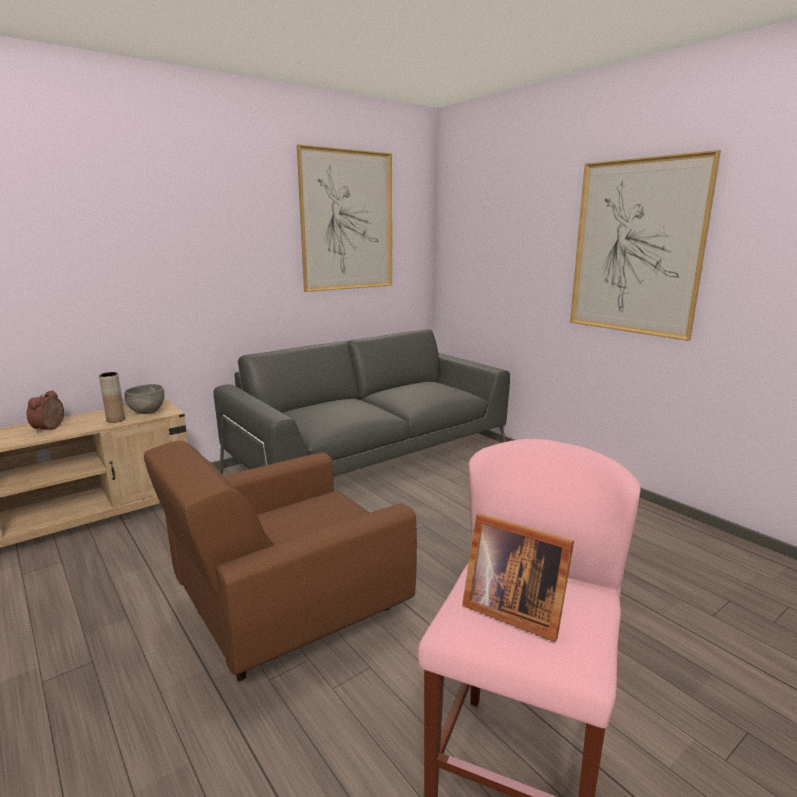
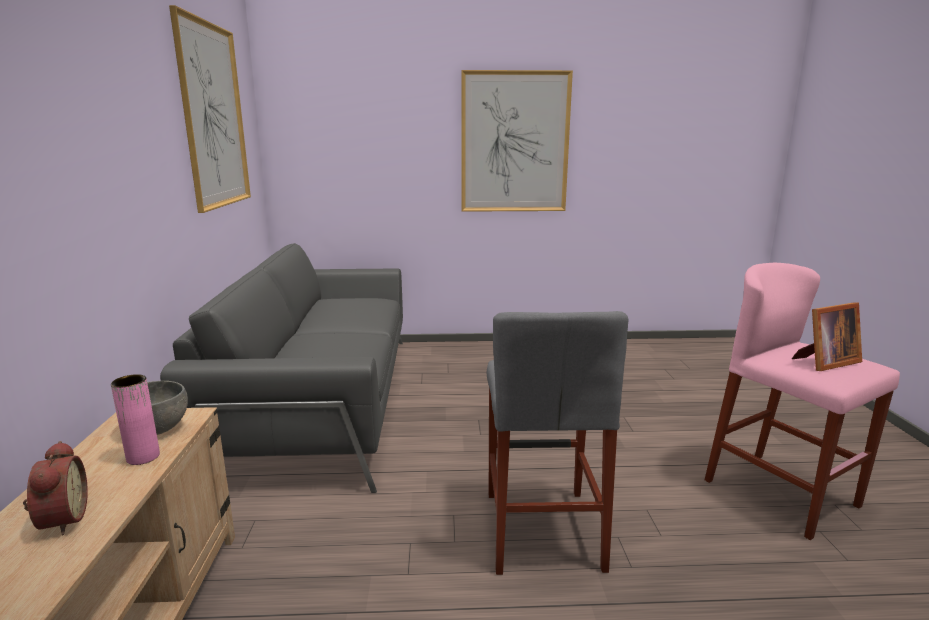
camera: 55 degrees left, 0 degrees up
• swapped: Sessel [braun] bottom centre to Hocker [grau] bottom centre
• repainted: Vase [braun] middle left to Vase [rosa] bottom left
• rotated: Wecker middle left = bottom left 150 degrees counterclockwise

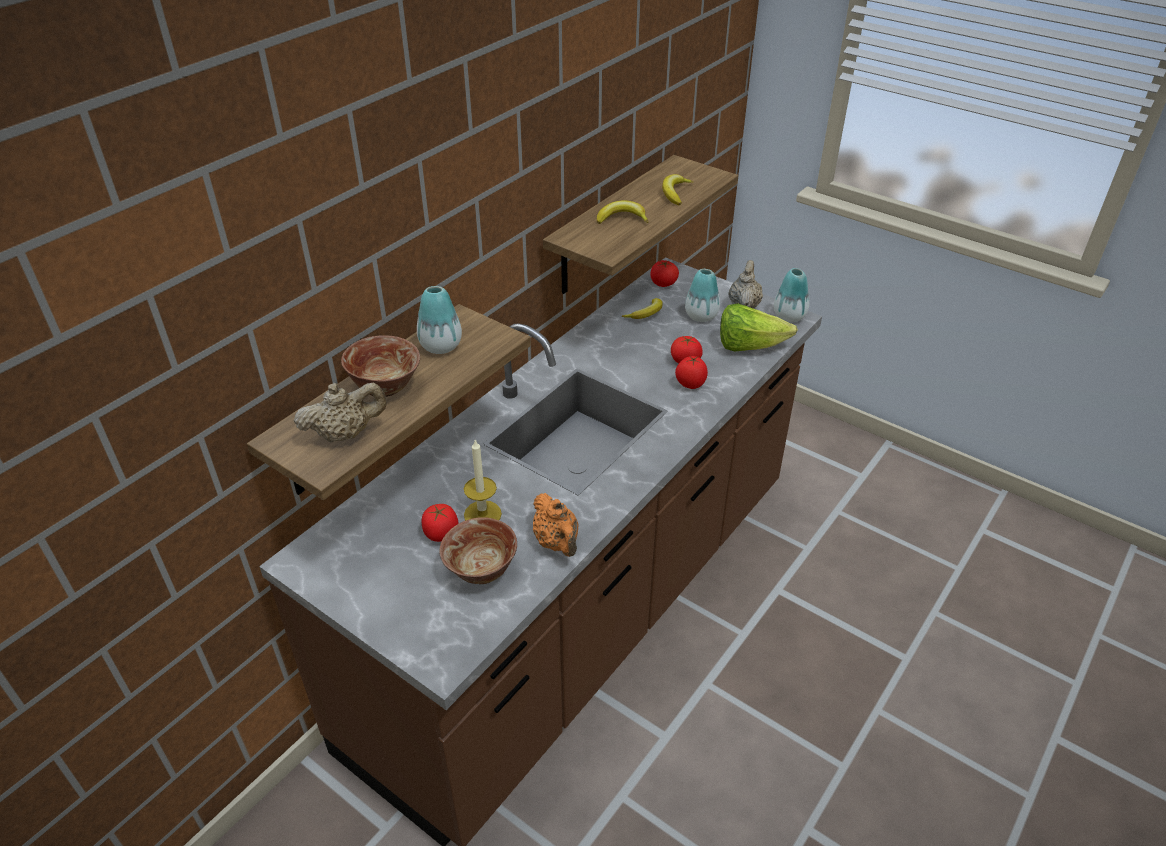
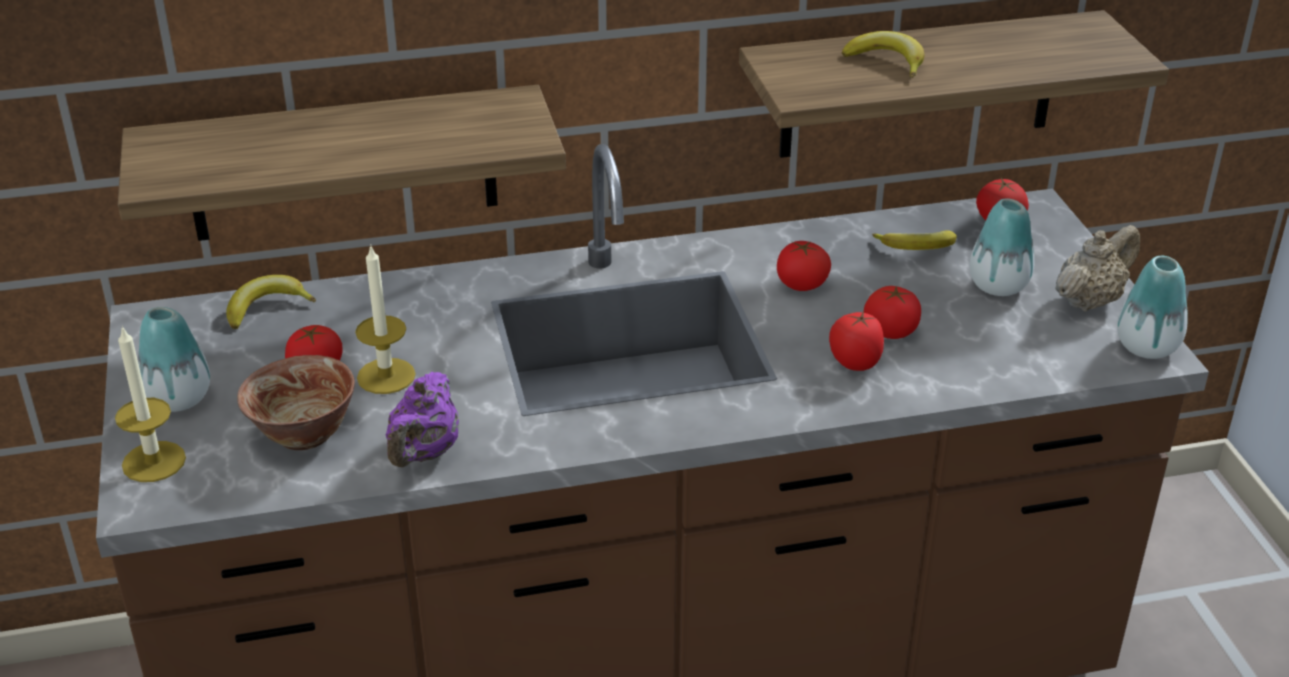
camera: 40 degrees right, 5 degrees down
• gone: Teekanne [beige] (no. 1 from left) middle left
• gone: Schüssel (no. 1 from left) middle left
• gone: Salatkopf centre
• new: Kerze (no. 1 from left) middle left
• new: Tomate (no. 2 from left) centre
• shifted: Vase (no. 1 from left) centre to middle left
• shifted: Banane (no. 3 from left in the first image) top centre to Banane (no. 1 from left) middle left
• repainted: Teekanne [orange] centre to Teekanne [lila] middle left

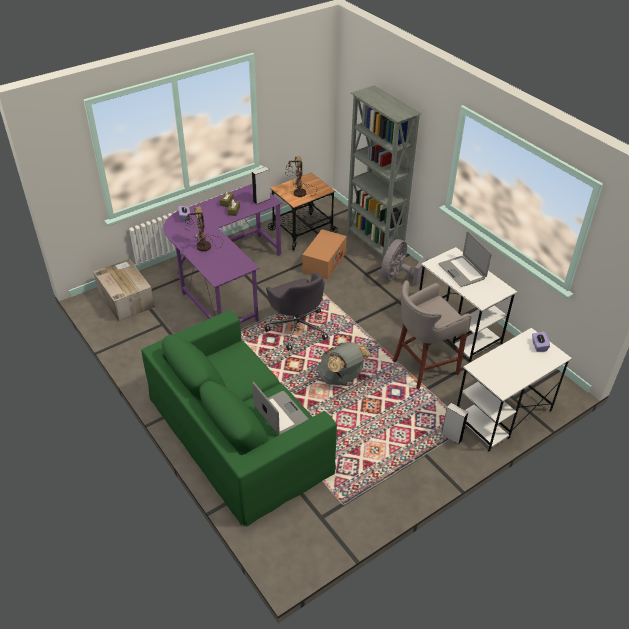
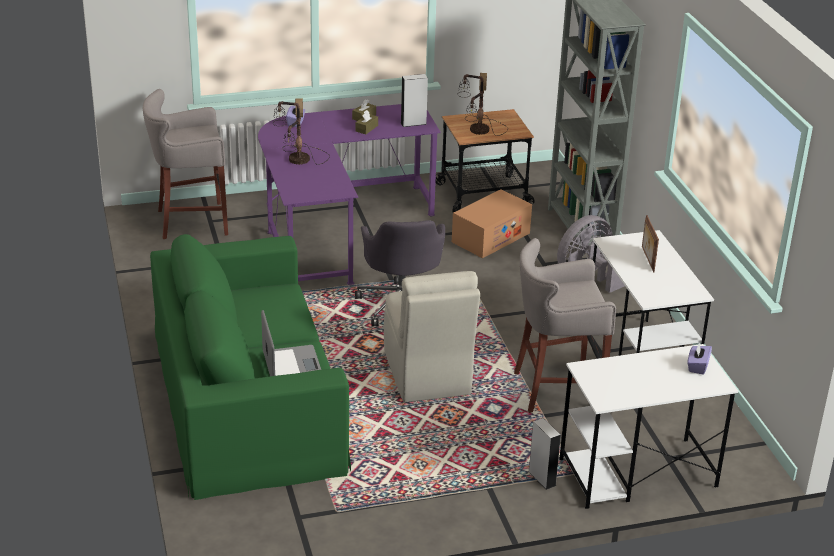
camera: 20 degrees right, 10 degrees down
• swapped: Karton (no. 1 from left) middle left to Hocker [grau] (no. 1 from left) top left
• swapped: Rucksack [grau] centre to Stuhl [beige] centre
• swapped: Laptop (no. 2 from left) middle right to Bilderrahmen middle right

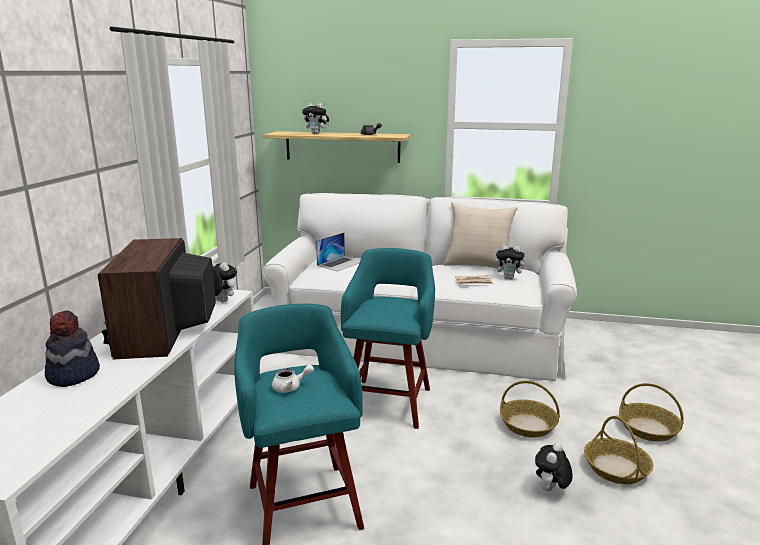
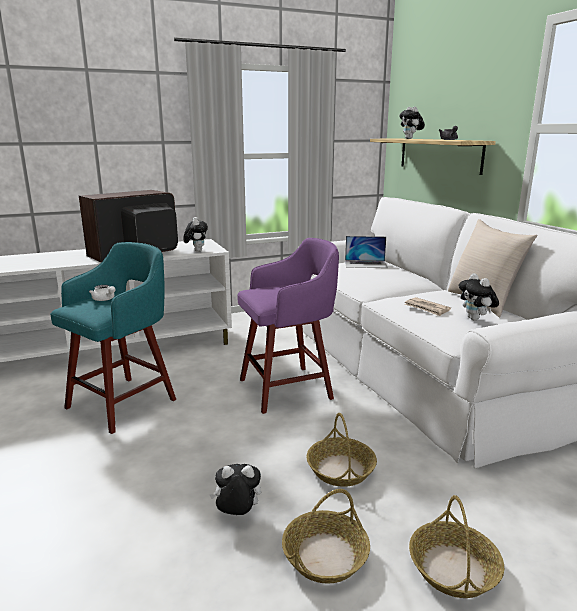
camera: 55 degrees right, 0 degrees up
• gone: Hut middle left
• repainted: Hocker [türkis] (no. 2 from left) centre to Hocker [lila] centre

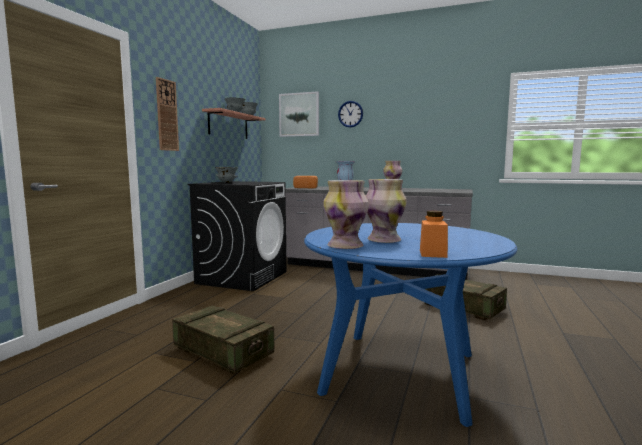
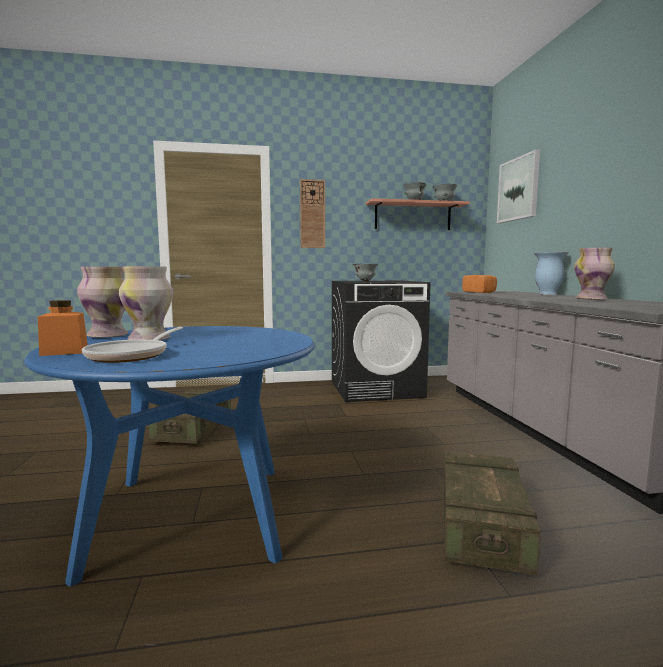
camera: 60 degrees right, 0 degrees up
• gone: Wanduhr (no. 2 from left) top centre
• new: Pfanne middle left

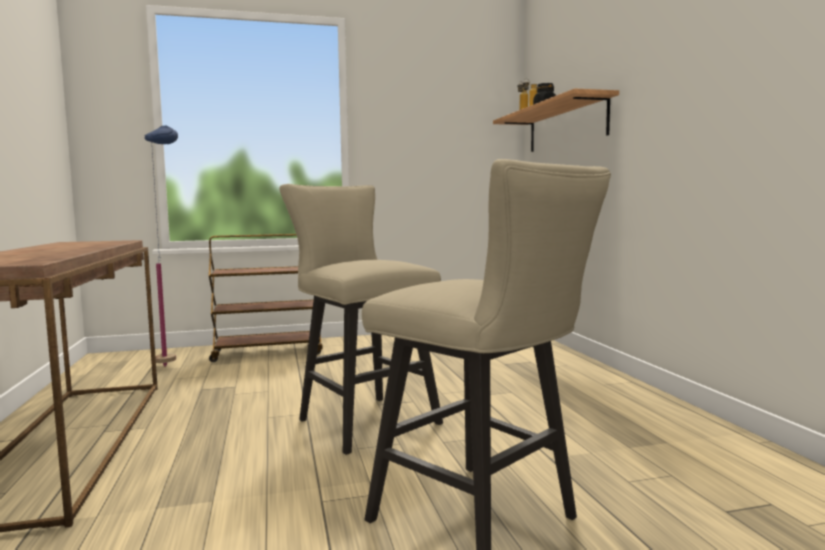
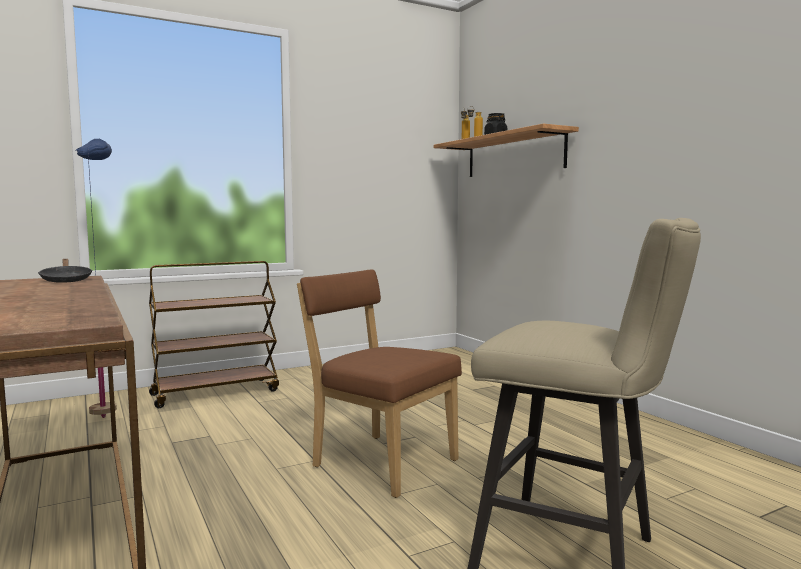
camera: 15 degrees left, 0 degrees up
• new: Pfanne [schwarz] middle left
• swapped: Hocker [beige] (no. 1 from left) centre to Stuhl [braun] bottom centre

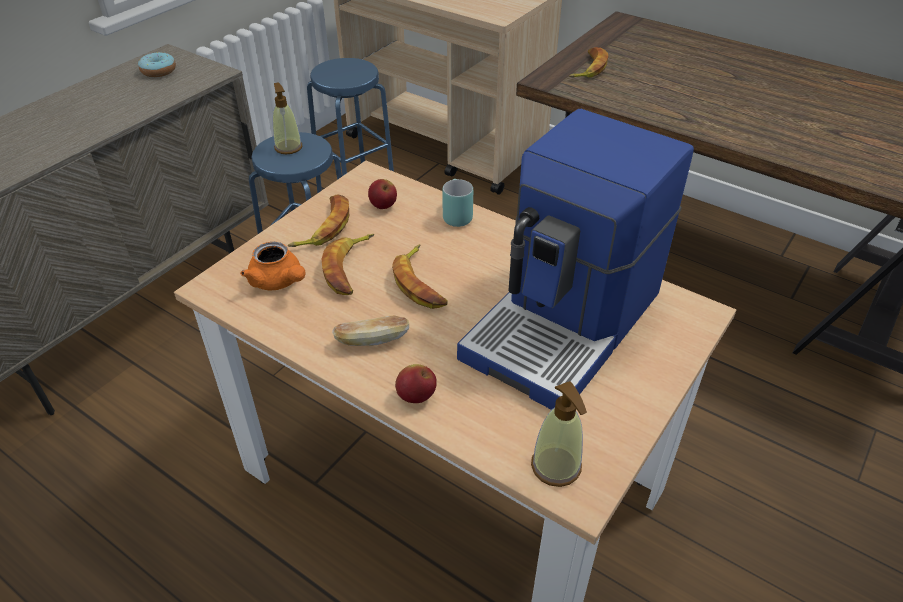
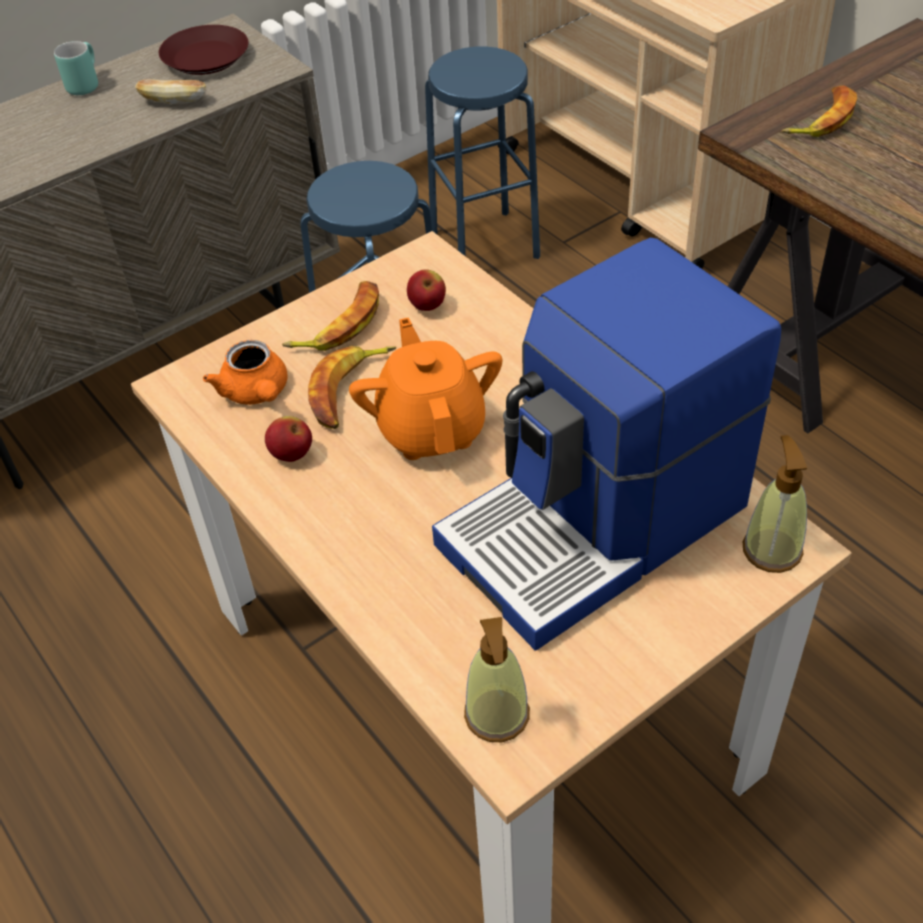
camera: 20 degrees right, 5 degrees up
• shifted: Seifenspender (no. 1 from left in the first image) top left to Seifenspender (no. 2 from left) middle right
• shifted: Brot centre to top left
• shifted: Apfel (no. 2 from left in the first image) centre to Apfel (no. 1 from left) middle left
• shifted: Henkelbecher [türkis] centre to top left
• swapped: Donut top left to Teller [braun] top left
• swapped: Banane (no. 3 from left) centre to Teekanne [orange] (no. 2 from left) centre

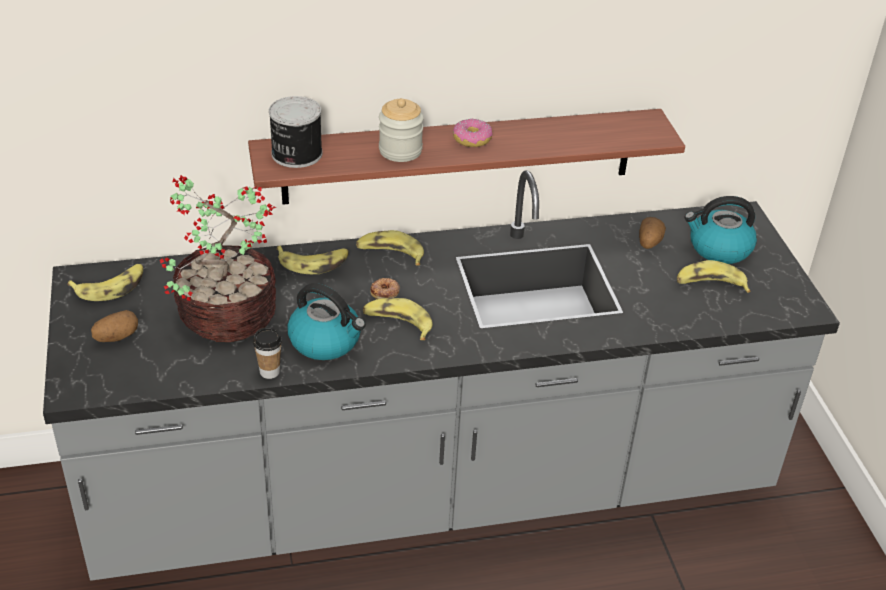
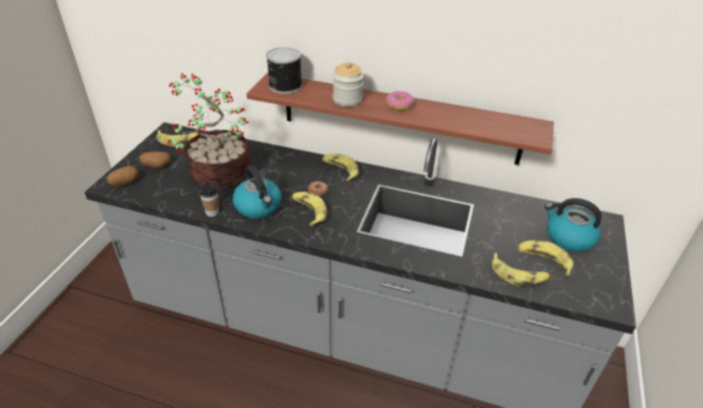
camera: 30 degrees right, 0 degrees up
• shifted: Banane (no. 2 from left in the first image) centre to Banane (no. 4 from left) middle right
• shifted: Kartoffel (no. 2 from left in the first image) middle right to Kartoffel (no. 1 from left) middle left

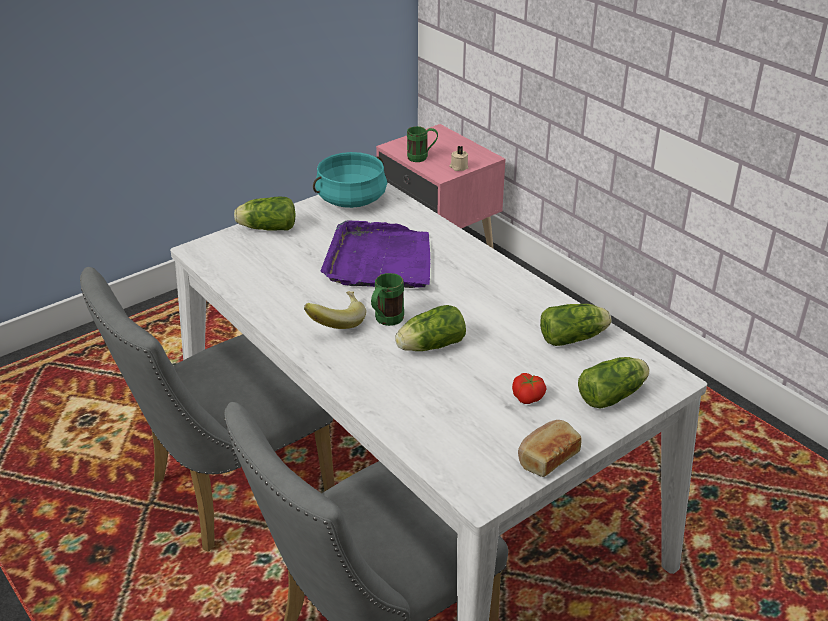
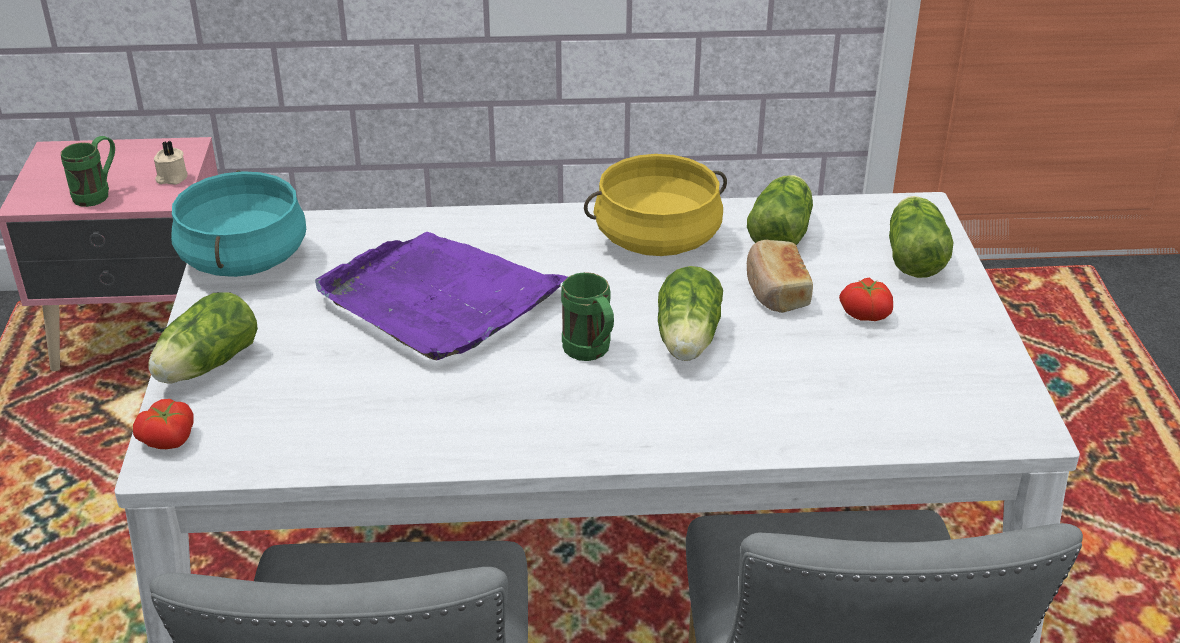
camera: 55 degrees left, 0 degrees up
• gone: Banane centre
• new: Tomate (no. 1 from left) middle left
• new: Kochtopf [gelb] top centre
• shifted: Brot bottom centre to centre

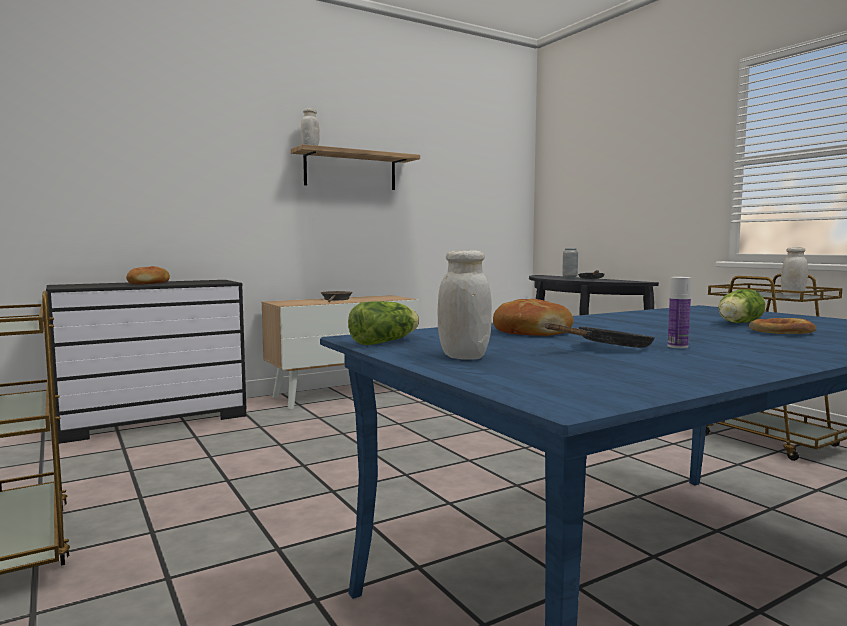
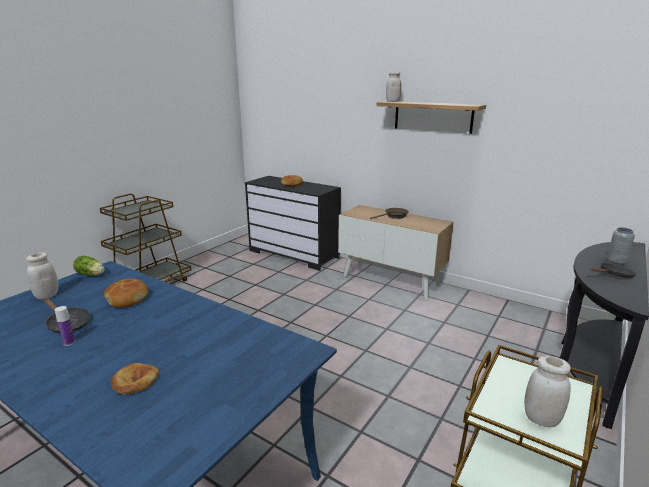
camera: 65 degrees right, 15 degrees up
• gone: Salatkopf (no. 2 from left) middle right

